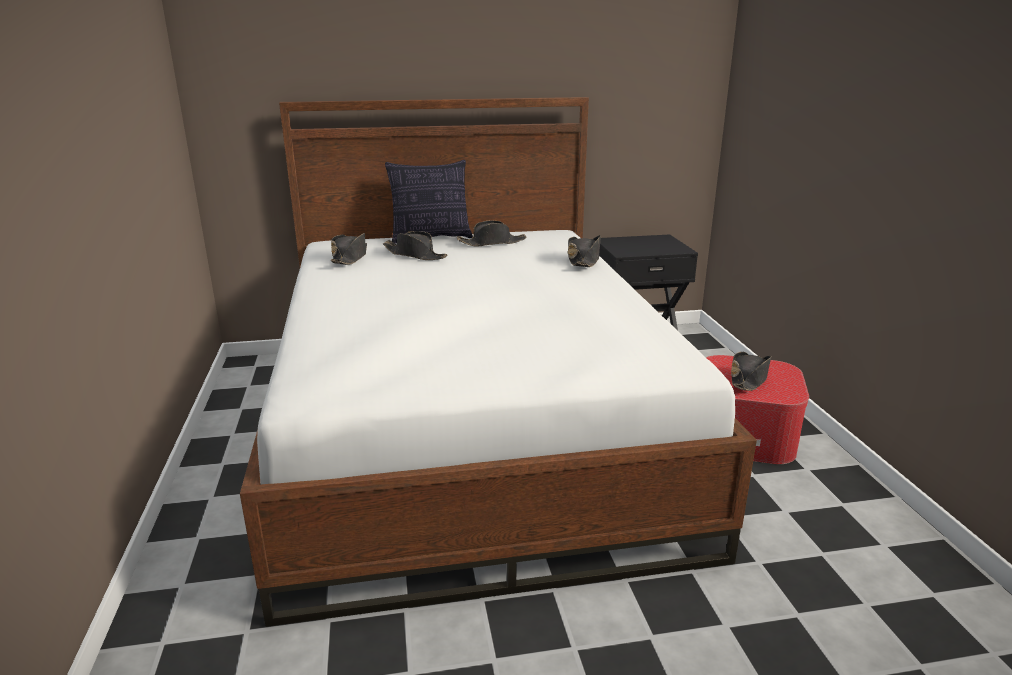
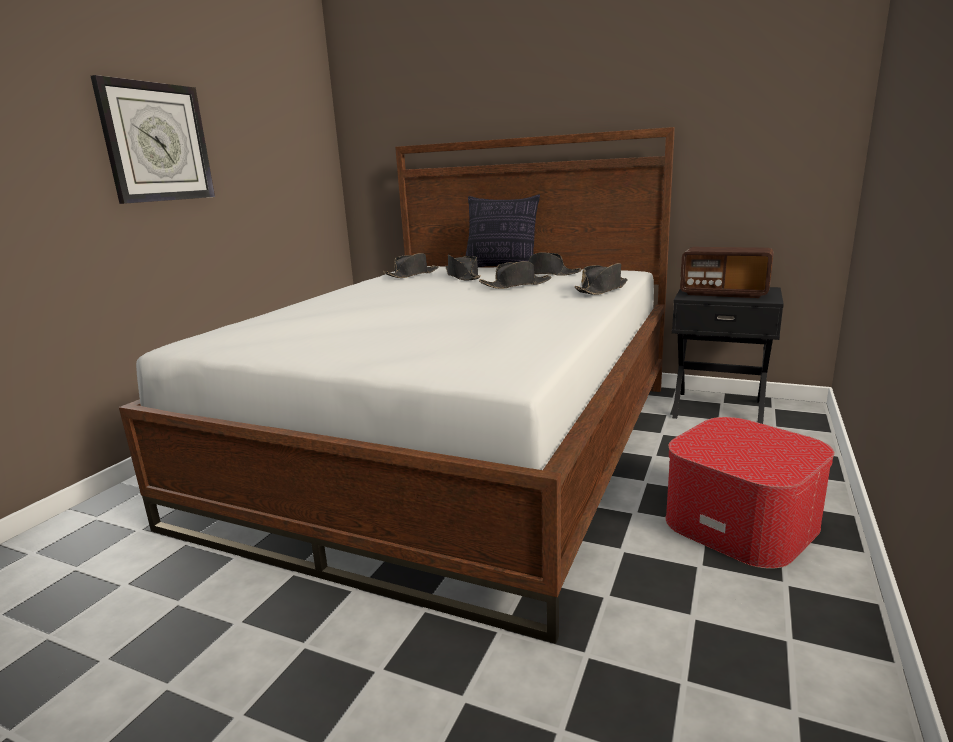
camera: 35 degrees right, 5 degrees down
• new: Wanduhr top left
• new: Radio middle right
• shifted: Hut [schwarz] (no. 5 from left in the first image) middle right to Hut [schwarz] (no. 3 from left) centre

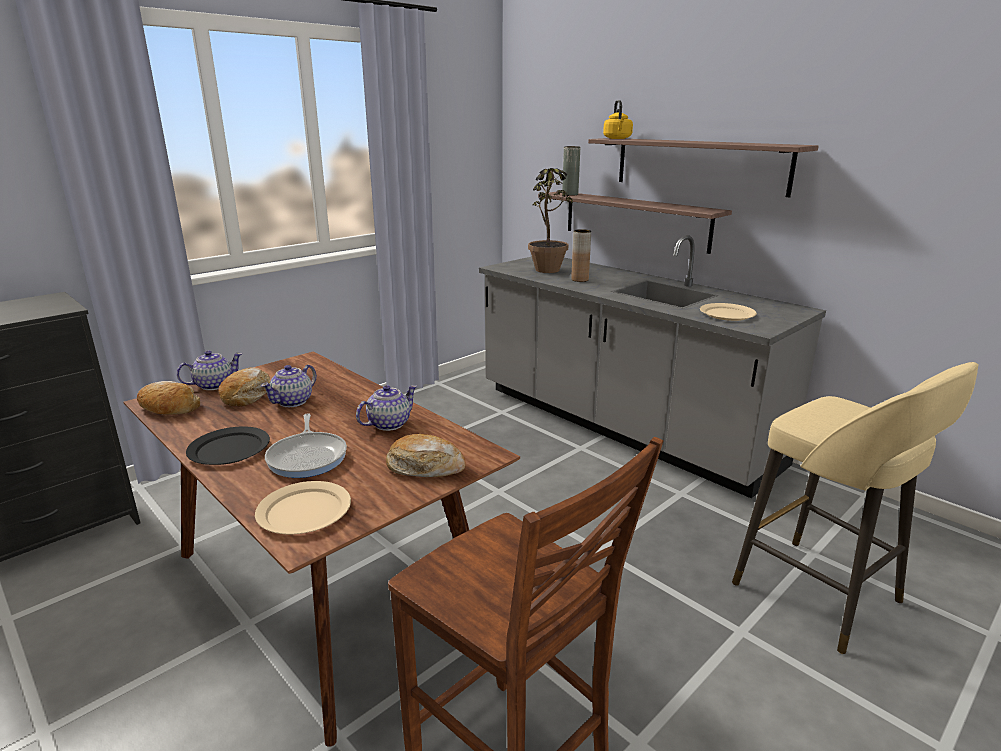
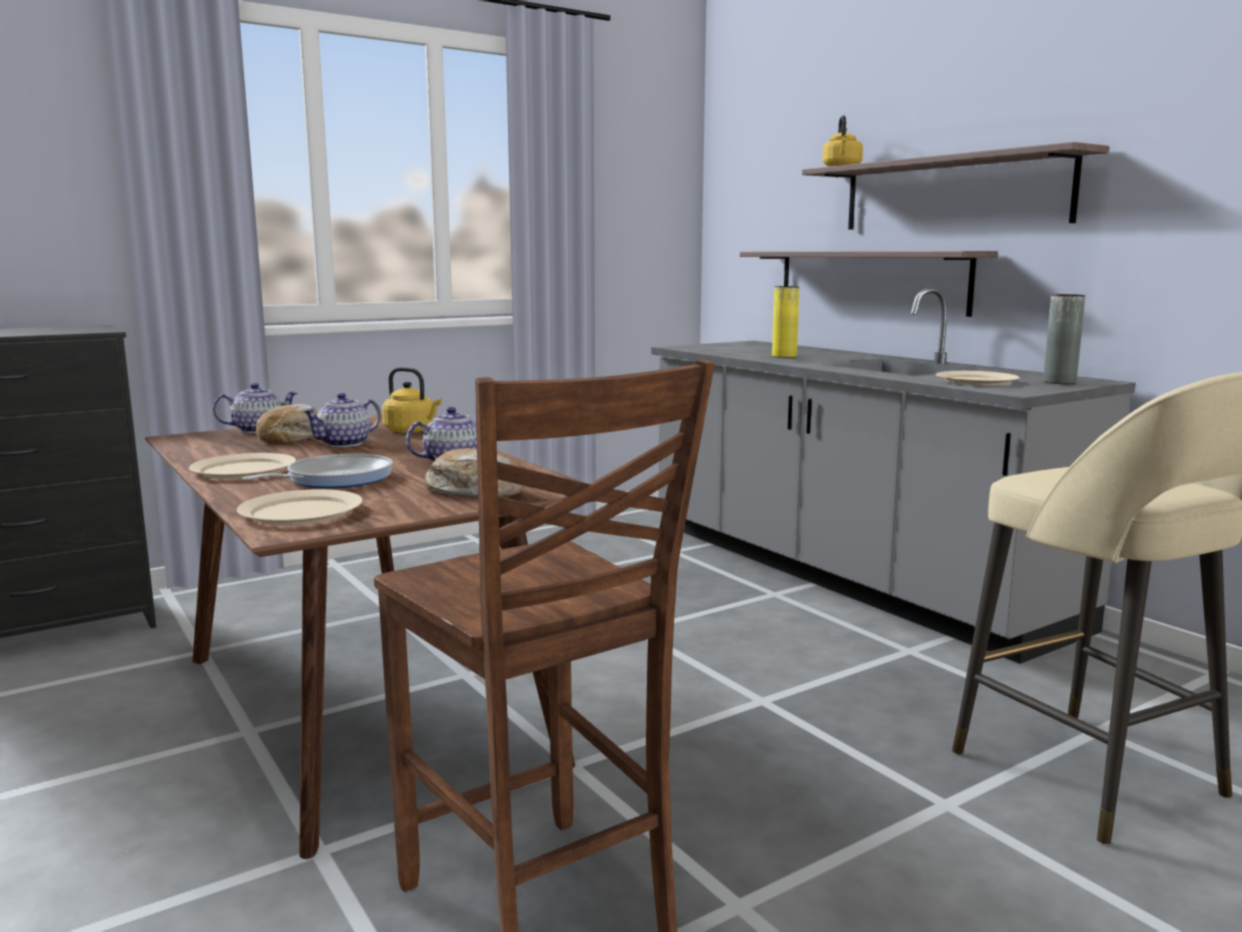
camera: 10 degrees right, 10 degrees down
• gone: Brot (no. 1 from left) middle left
• gone: Topfpflanze top centre
• new: Wasserkessel [gelb] (no. 1 from left) middle left
• shifted: Vase [grau] top centre to middle right
• repainted: Teller [schwarz] middle left to Teller [beige] (no. 1 from left) middle left
• repainted: Vase [braun] centre to Vase [gelb] centre
• rotated: Pfanne middle left = middle left 135 degrees counterclockwise

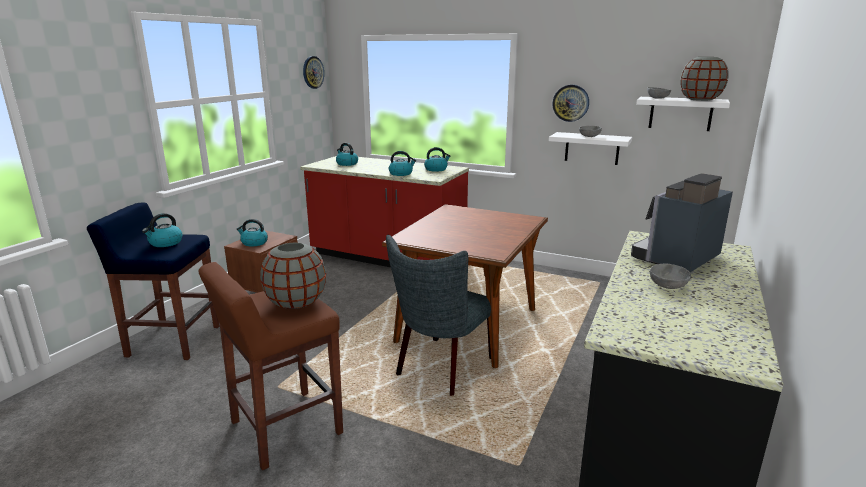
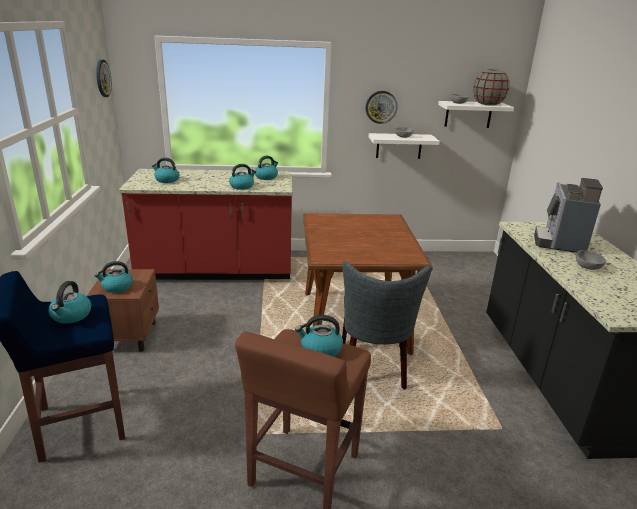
camera: 30 degrees left, 5 degrees up
• swapped: Vase [grau] (no. 1 from left) centre to Wasserkessel (no. 6 from left) centre

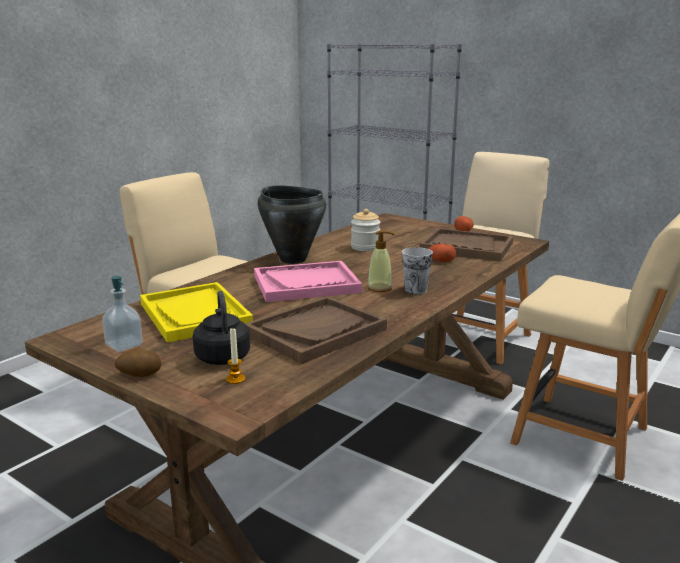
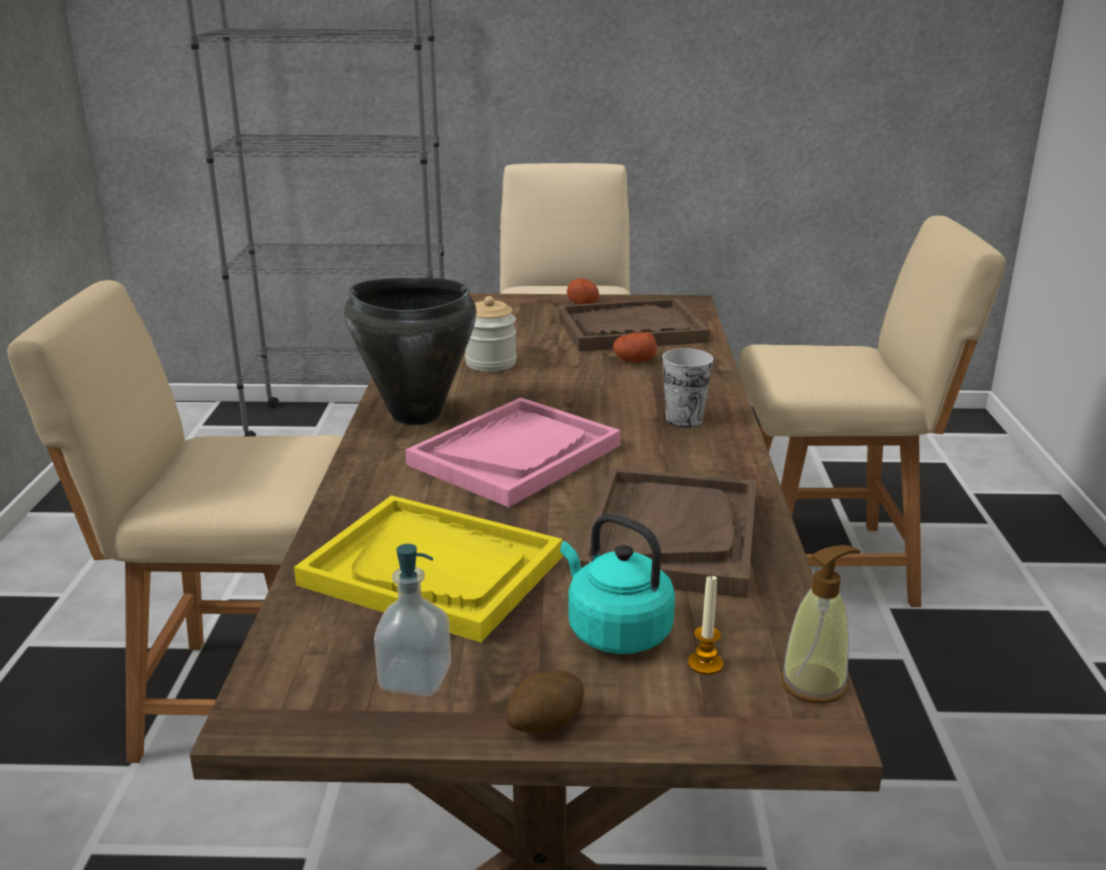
camera: 35 degrees left, 5 degrees up
• shifted: Seifenspender (no. 2 from left) centre to bottom right
• repainted: Wasserkessel [schwarz] middle left to Wasserkessel [türkis] bottom centre

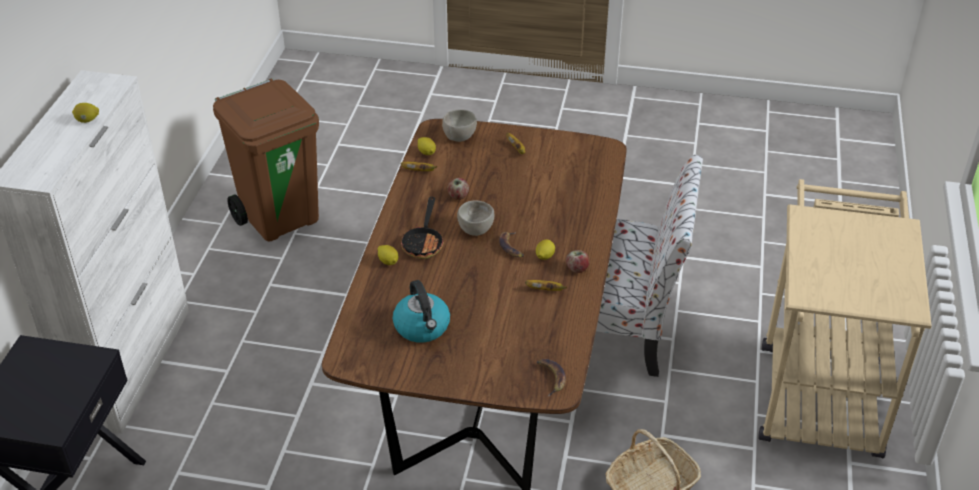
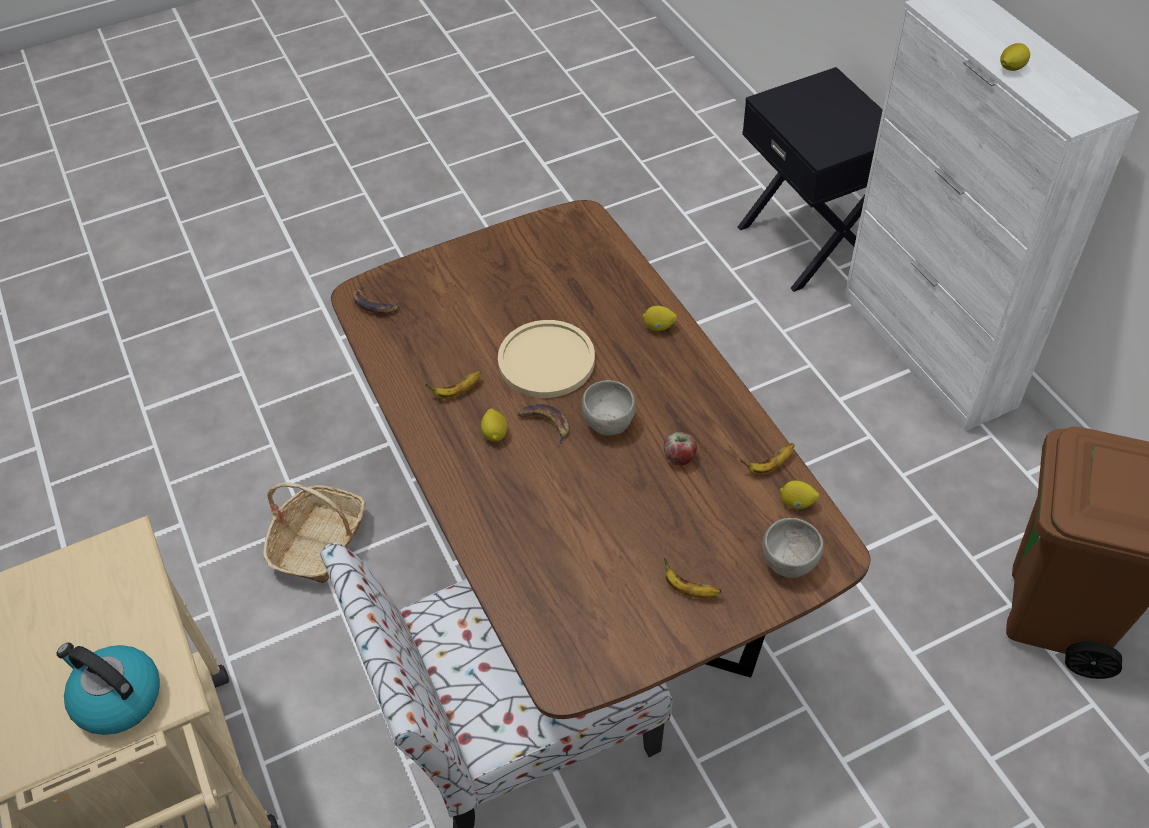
camera: 145 degrees right, 10 degrees up
• gone: Pfanne centre
• gone: Apfel (no. 2 from left) centre
• new: Teller [beige] centre
• shifted: Wasserkessel centre to bottom left

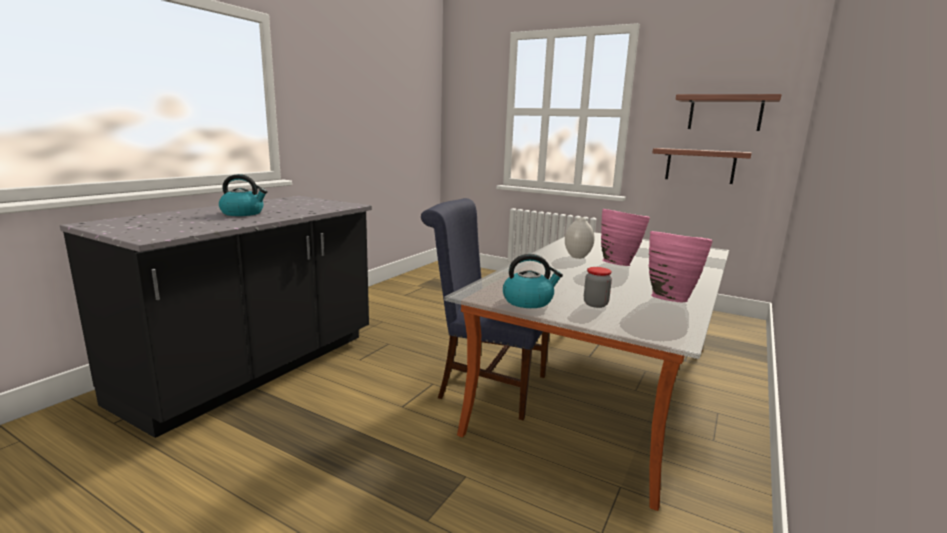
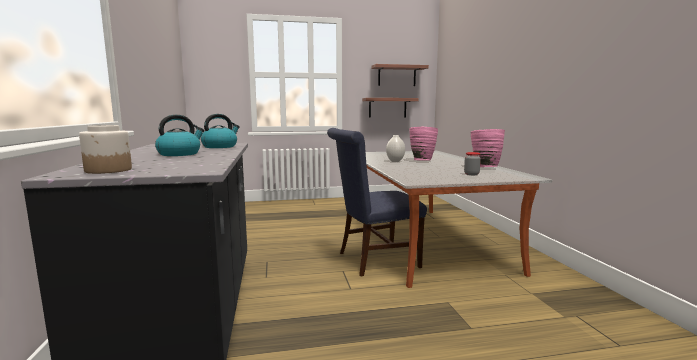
camera: 40 degrees left, 5 degrees down
• new: Vorratsglas (no. 1 from left) middle left
• shifted: Wasserkessel (no. 2 from left) centre to middle left

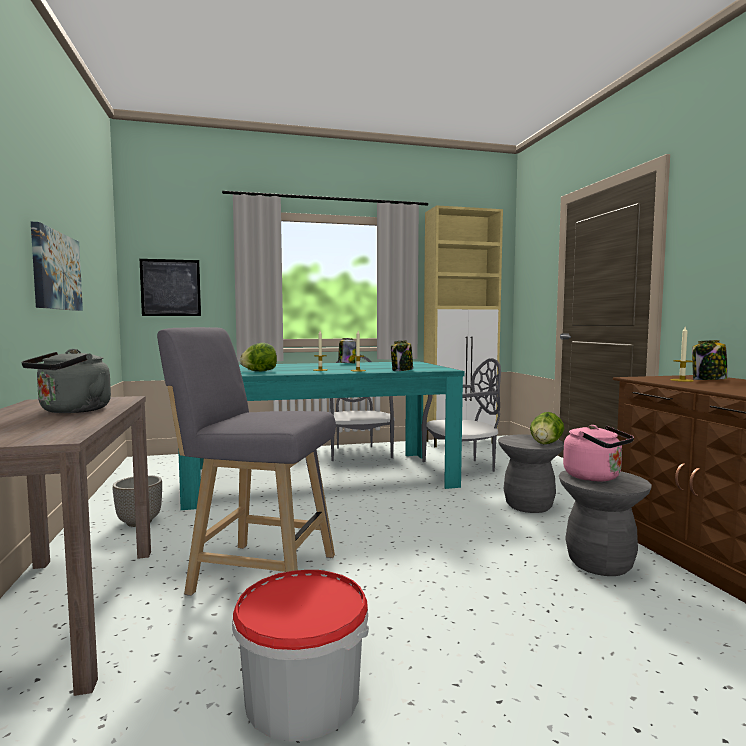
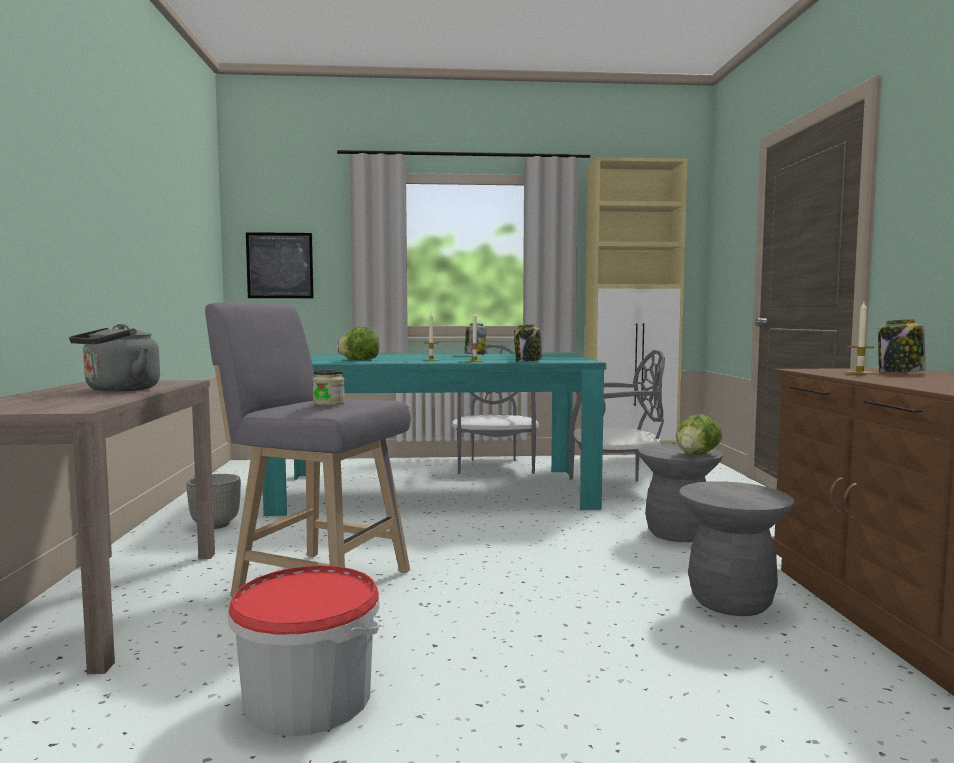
camera: 10 degrees right, 0 degrees up
• gone: Bild (no. 1 from left) middle left
• gone: Wasserkessel [rosa] middle right
• new: Vorratsglas (no. 1 from left) centre

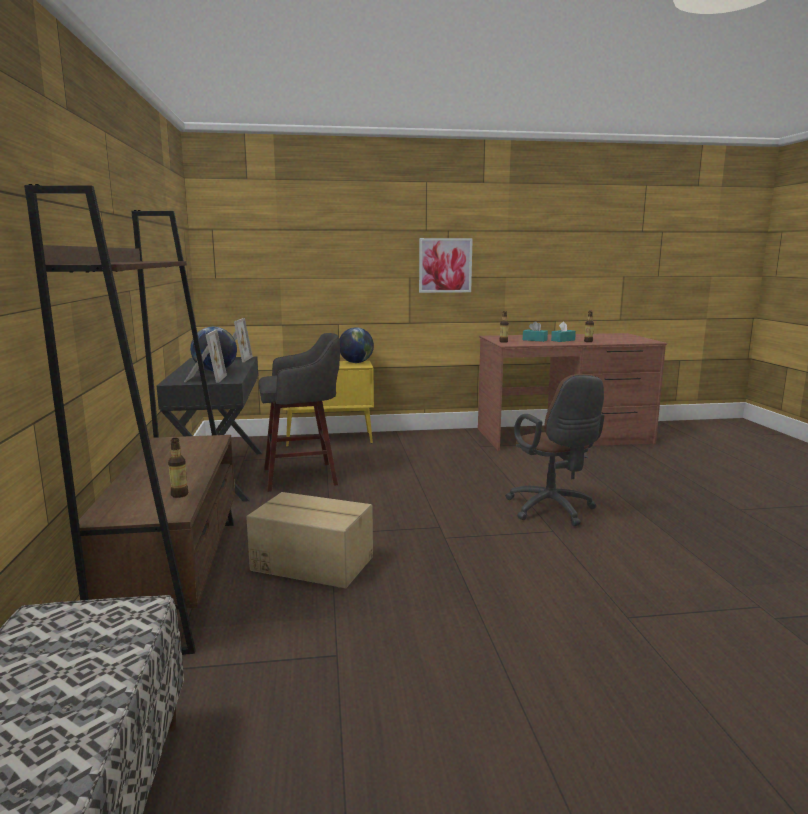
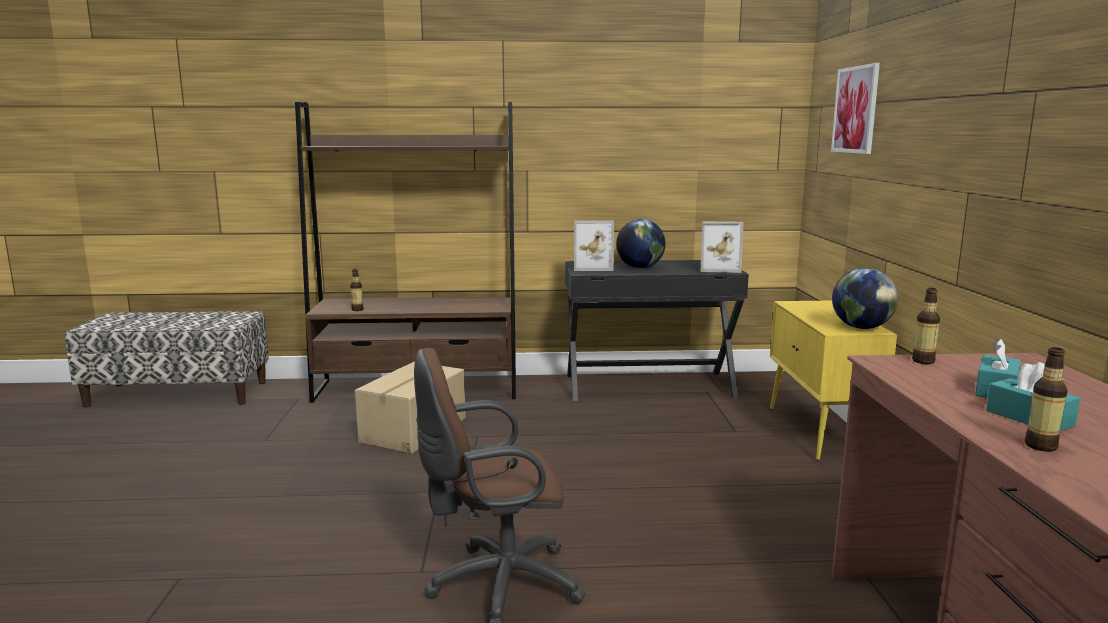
camera: 95 degrees right, 0 degrees up
• gone: Hocker [grau] centre
• shifted: Bild top centre to top right

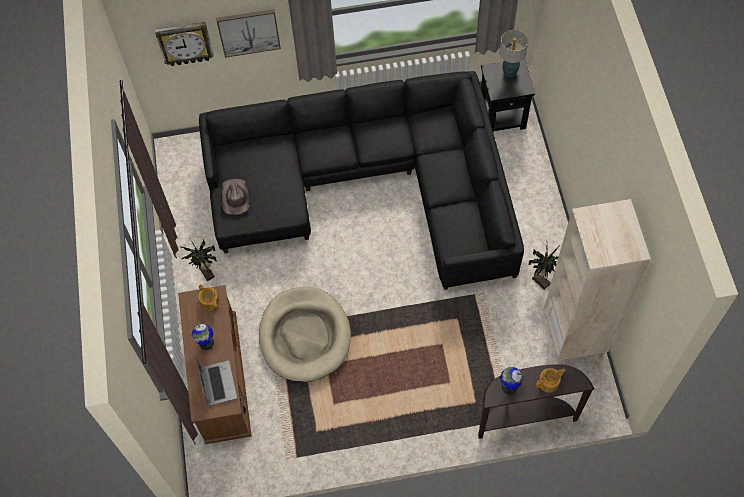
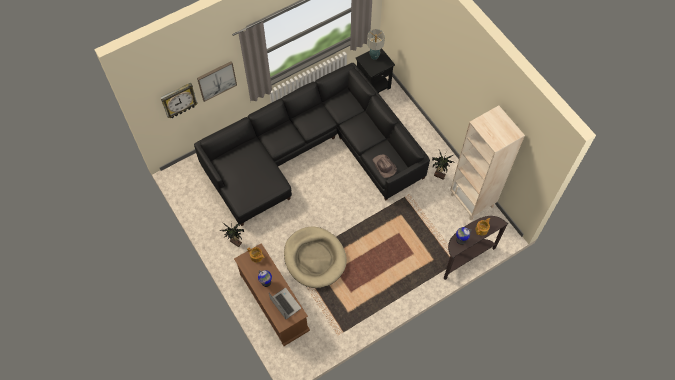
camera: 25 degrees left, 0 degrees up
• shifted: Hut [braun] middle left to centre

